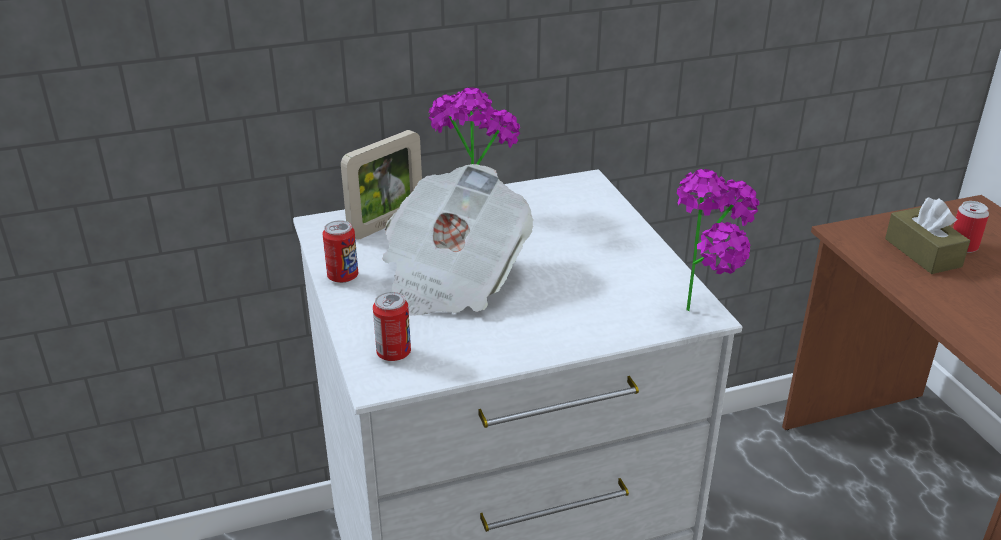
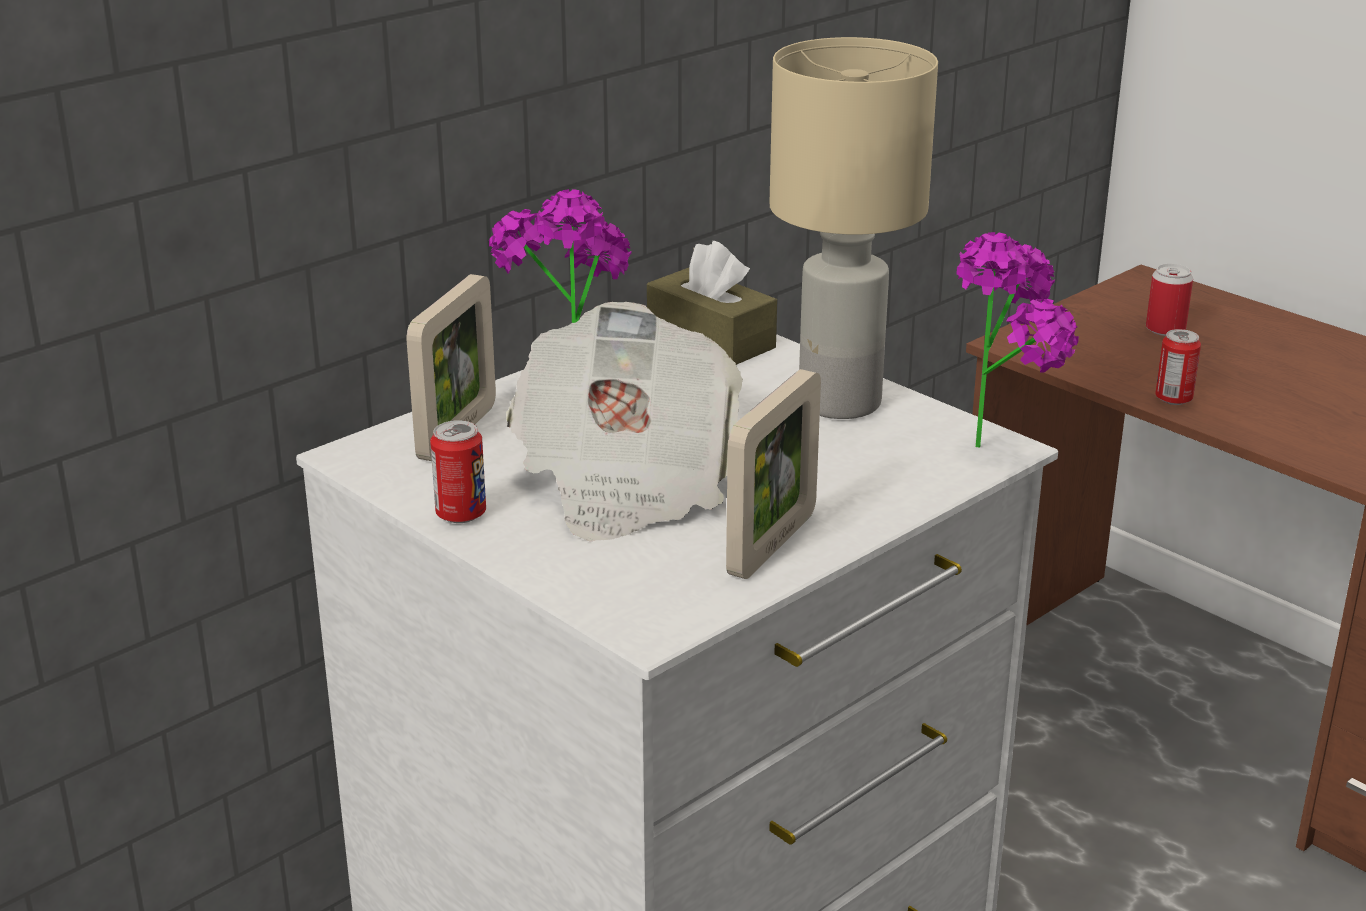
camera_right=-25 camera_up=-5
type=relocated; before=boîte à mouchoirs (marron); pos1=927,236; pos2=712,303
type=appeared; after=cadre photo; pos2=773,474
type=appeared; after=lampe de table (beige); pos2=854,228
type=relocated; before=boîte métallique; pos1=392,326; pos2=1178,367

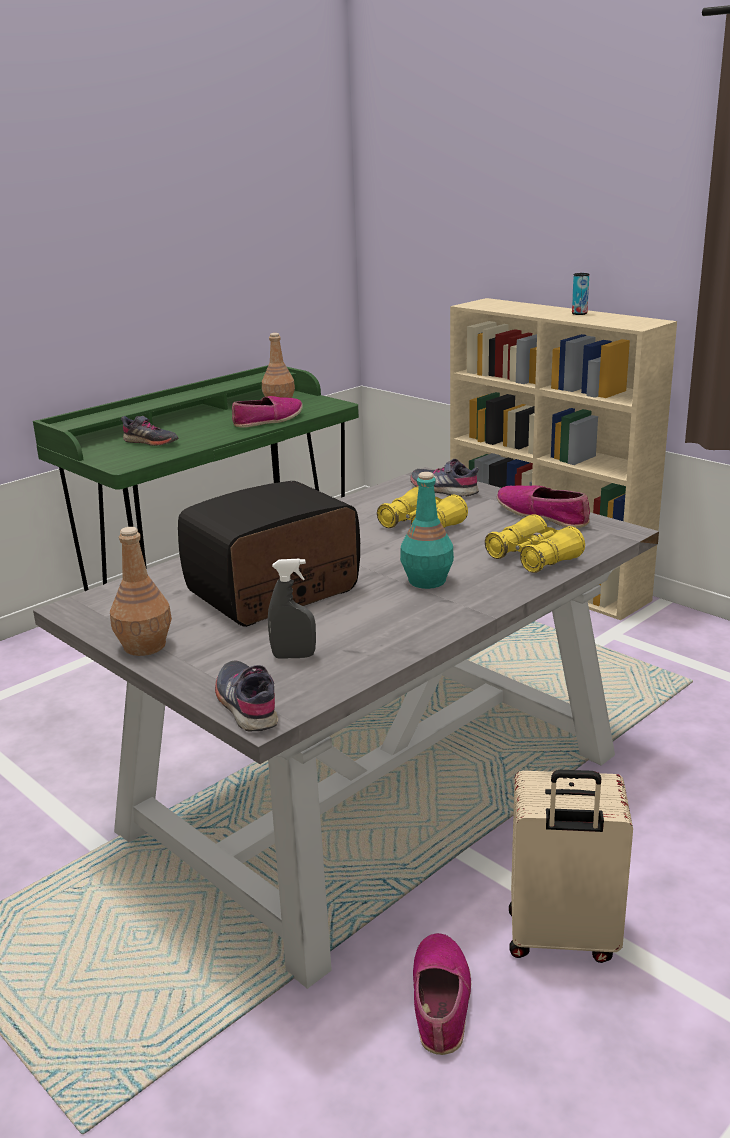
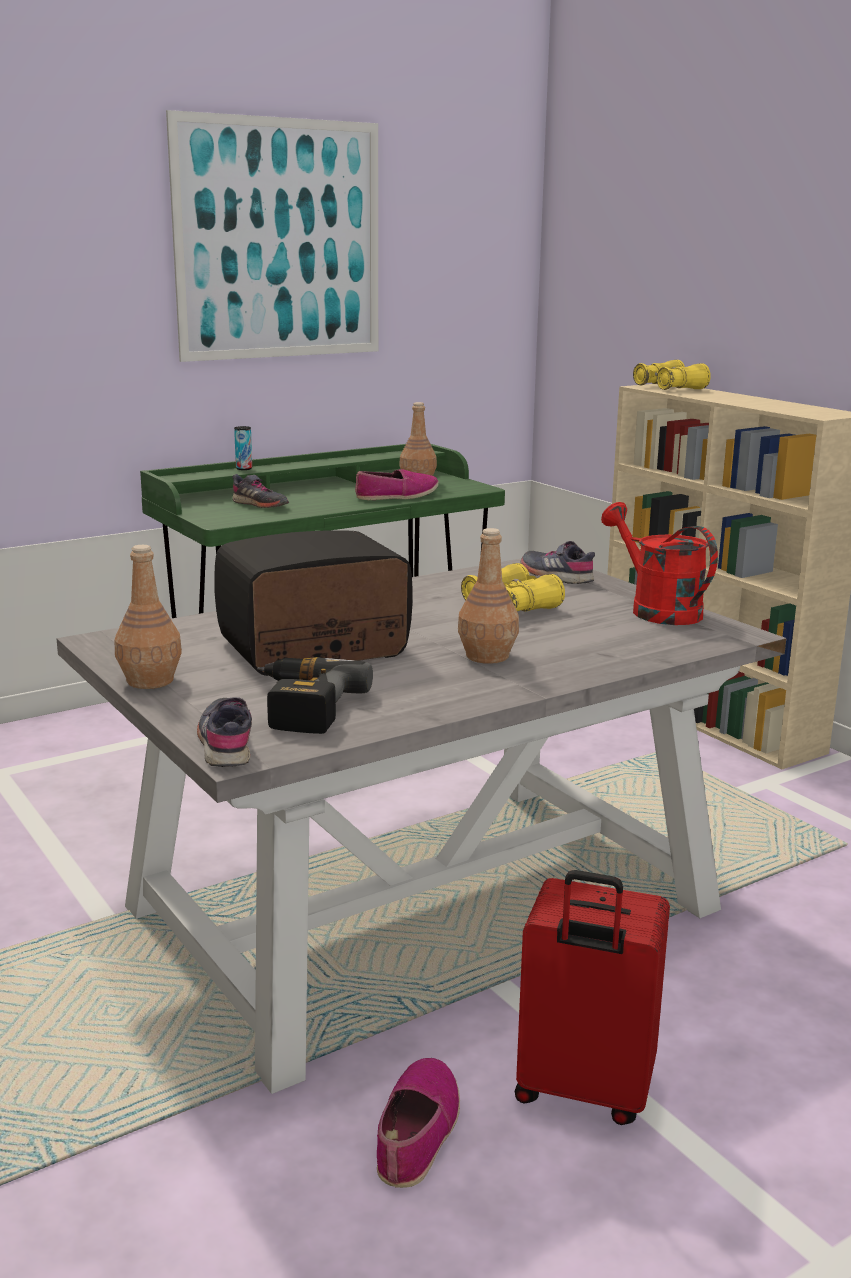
camera_right=10 camera_up=-5
type=appeared; after=tableau; pos2=272,236
type=relocated; before=boîte métallique; pos1=580,294; pos2=243,448
type=exchanged; before=vaporisateur (gris); after=perceuse; pos1=292,609; pos2=315,695
type=colour; before=bouteille (turquoise); after=bouteille (marron); pos1=427,530; pos2=488,596
type=colour; before=valise (beige); after=valise (rouge); pos1=571,866; pos2=592,997
type=exchanged; before=chaussure; after=arrosoir (rouge); pos1=543,506; pos2=659,563
type=relocated; before=jumelles (jaune); pos1=535,543; pos2=672,375

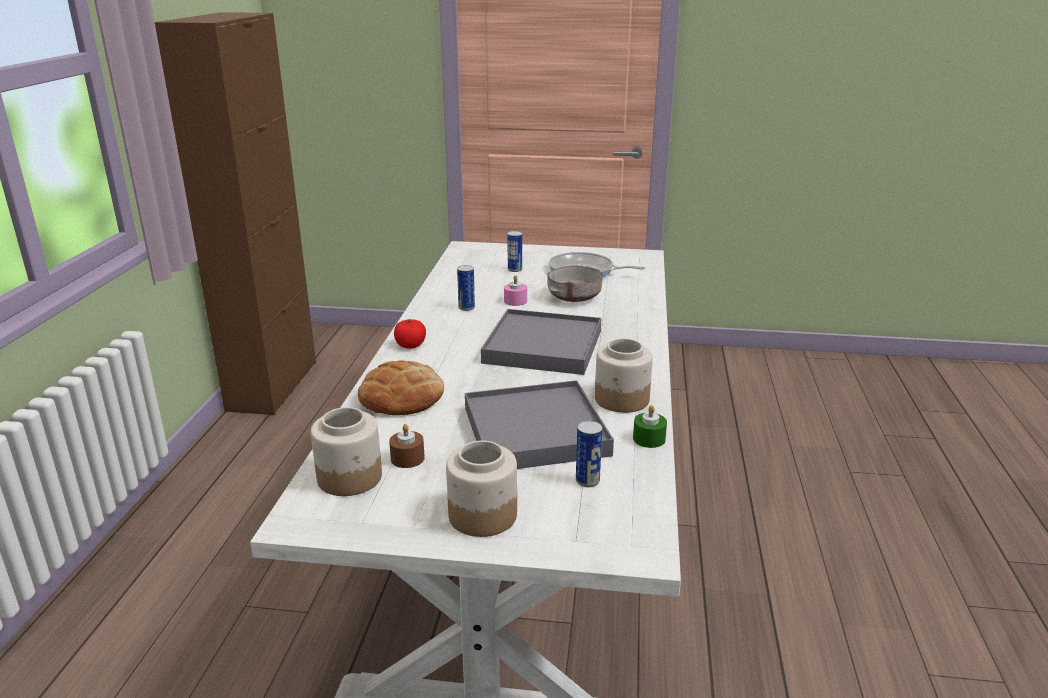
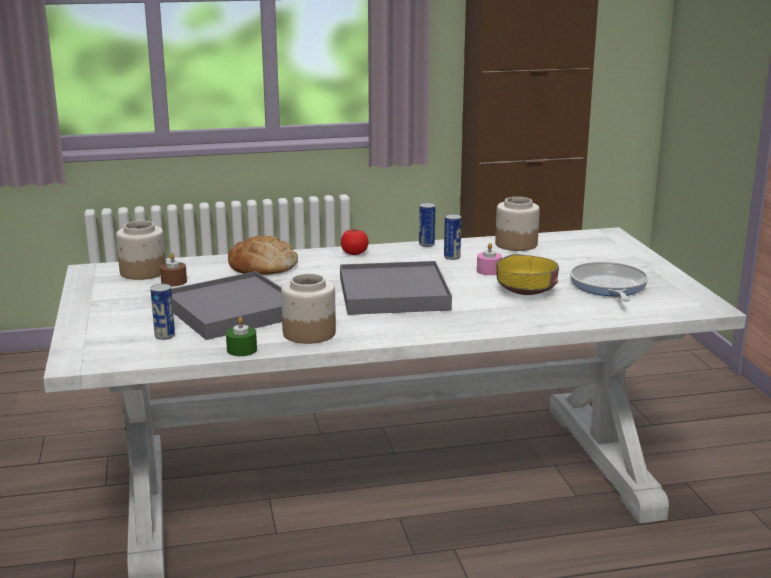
camera_right=70 camera_up=-5
type=relocated; before=boîte métallique; pos1=514,251; pos2=427,225
type=relocated; before=bocal; pos1=481,489; pos2=517,224
type=colour; before=bol (gris); after=bol (jaune); pos1=575,284; pos2=527,274

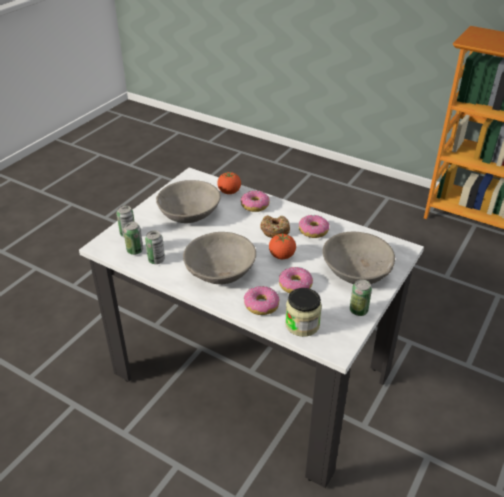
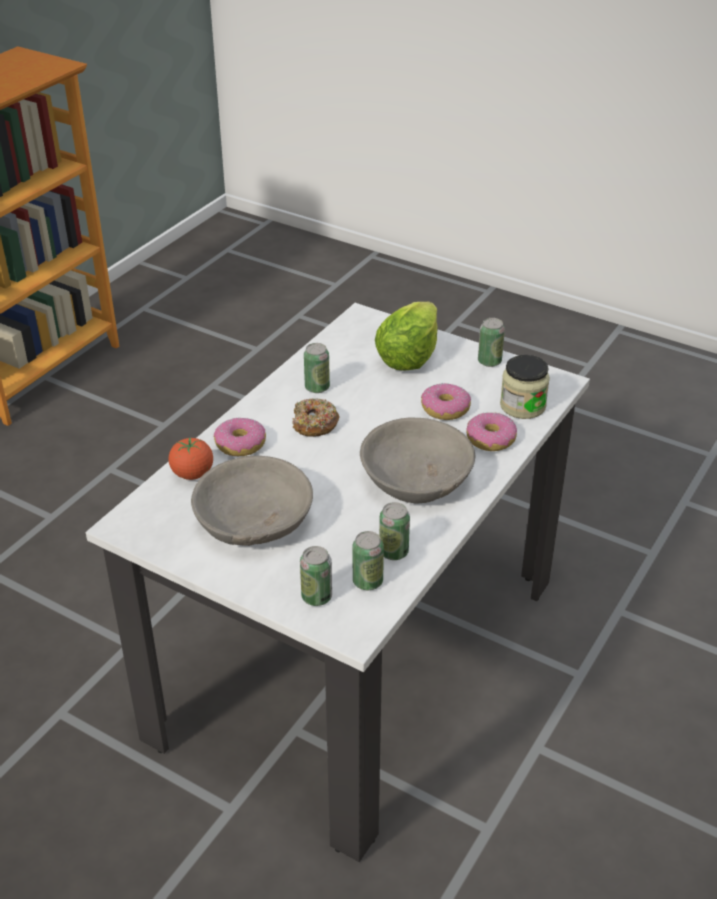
camera_right=-90 camera_up=0
type=exchanged; before=beignet; after=boîte métallique; pos1=314,226; pos2=317,368
type=exchanged; before=bol (gris); after=laitue; pos1=358,258; pos2=406,336
type=missing; before=tomate; pos1=282,246

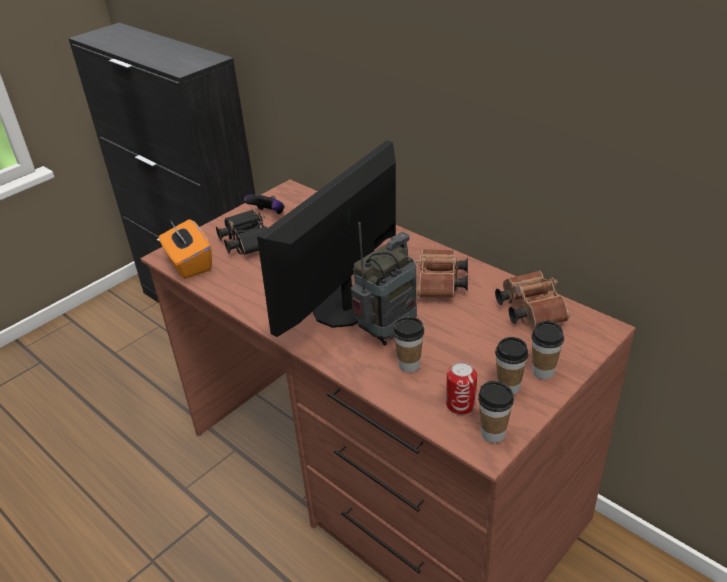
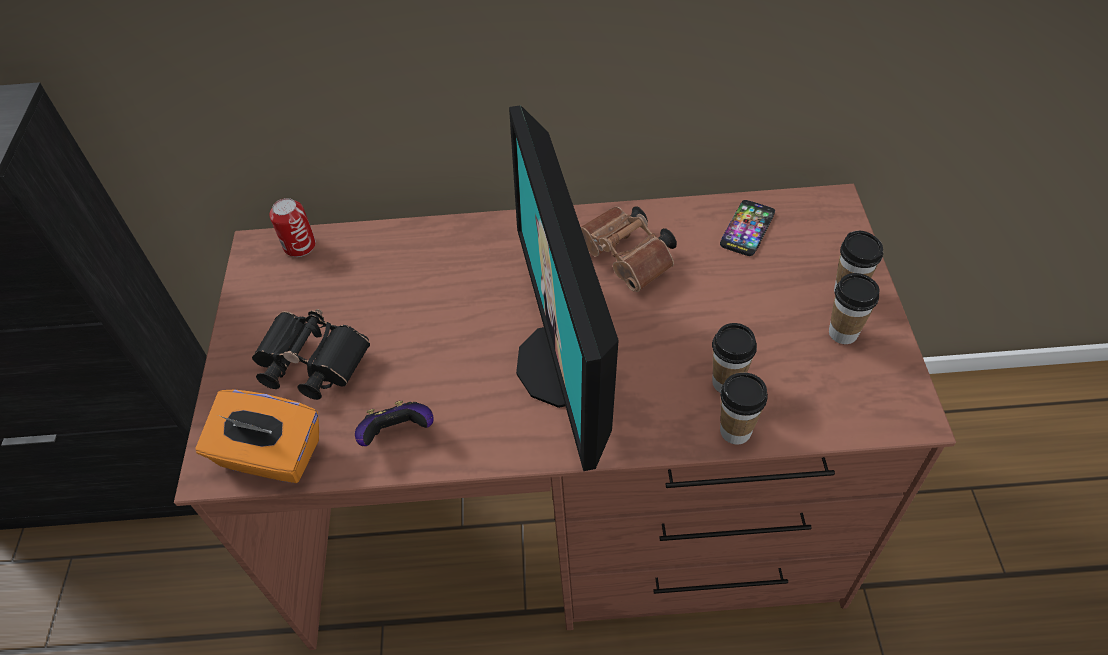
camera_right=-45 camera_up=15
type=relocated; before=boîte métallique; pos1=461,388; pos2=292,227
type=relocated; before=manette; pos1=264,204; pos2=394,423
type=exchanged; before=jumelles (marron); after=téléphone; pos1=532,299; pos2=747,228
type=relocated; before=tasse; pos1=496,412; pos2=744,408
type=missing; before=radio; pos1=384,283

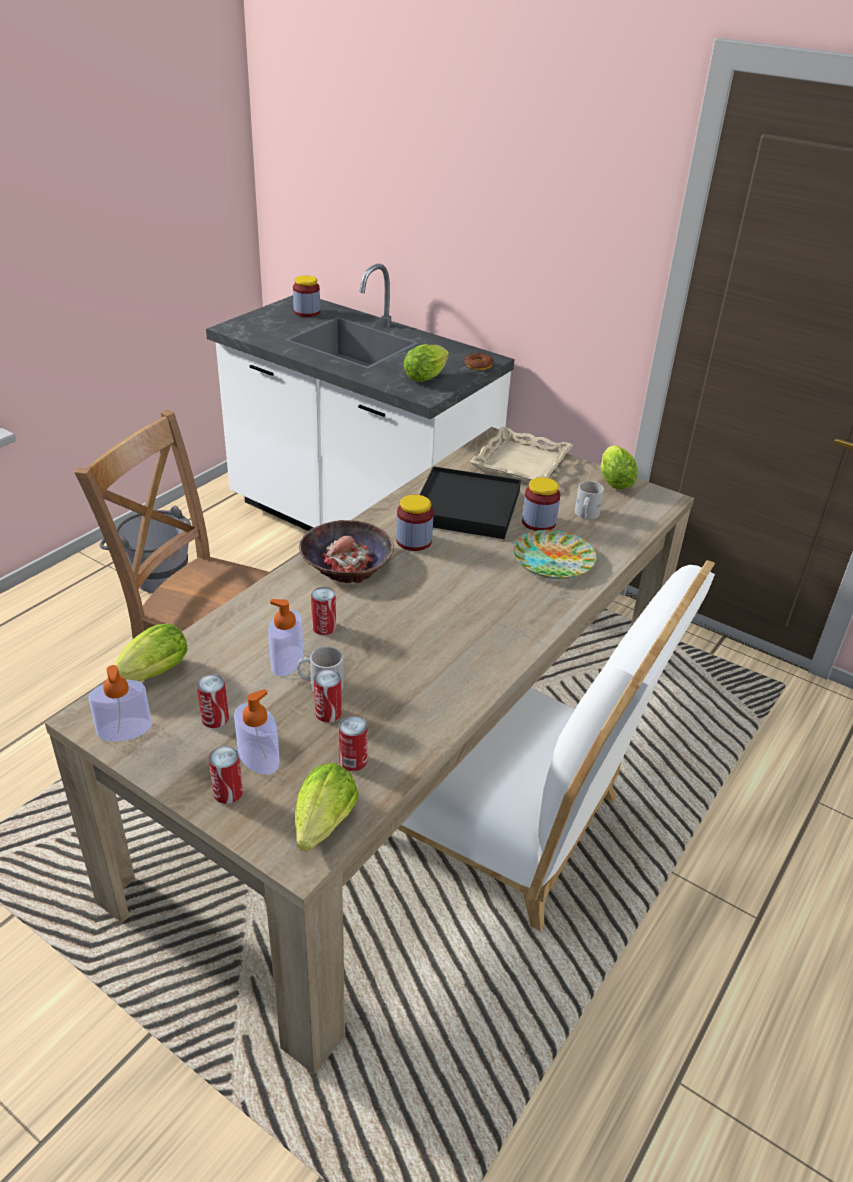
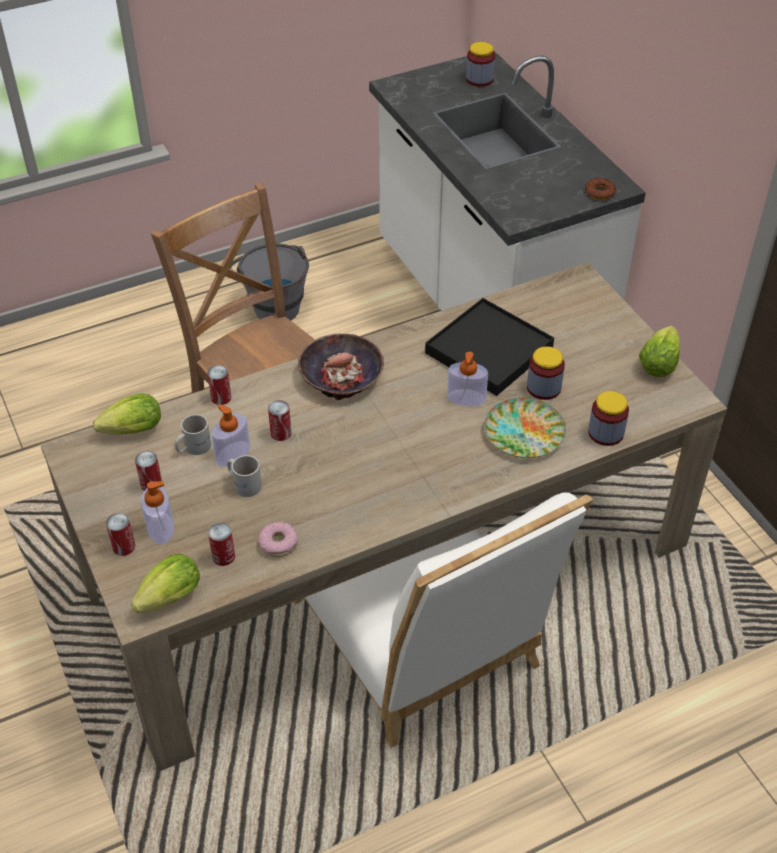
camera_right=30 camera_up=10
type=relocated; before=mug (blanc); pos1=589,500; pos2=193,434
type=relocated; before=boîte métallique; pos1=328,695; pos2=219,385
type=appeared; after=beignet; pos2=278,539
type=relocated; before=distributeur de savon; pos1=120,703; pos2=467,379
type=relocated; before=bocal; pos1=415,523; pos2=608,418
type=missing; before=laitue; pos1=426,363
type=missing; before=plateau (beige); pos1=521,455

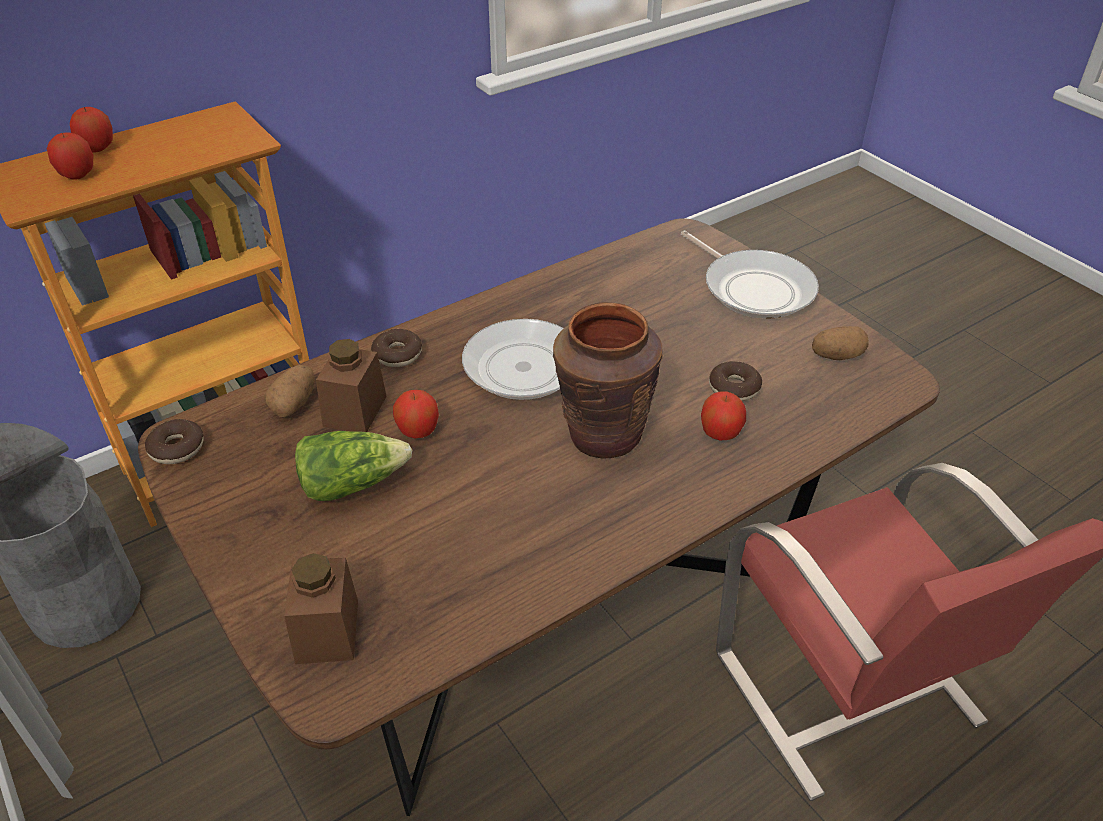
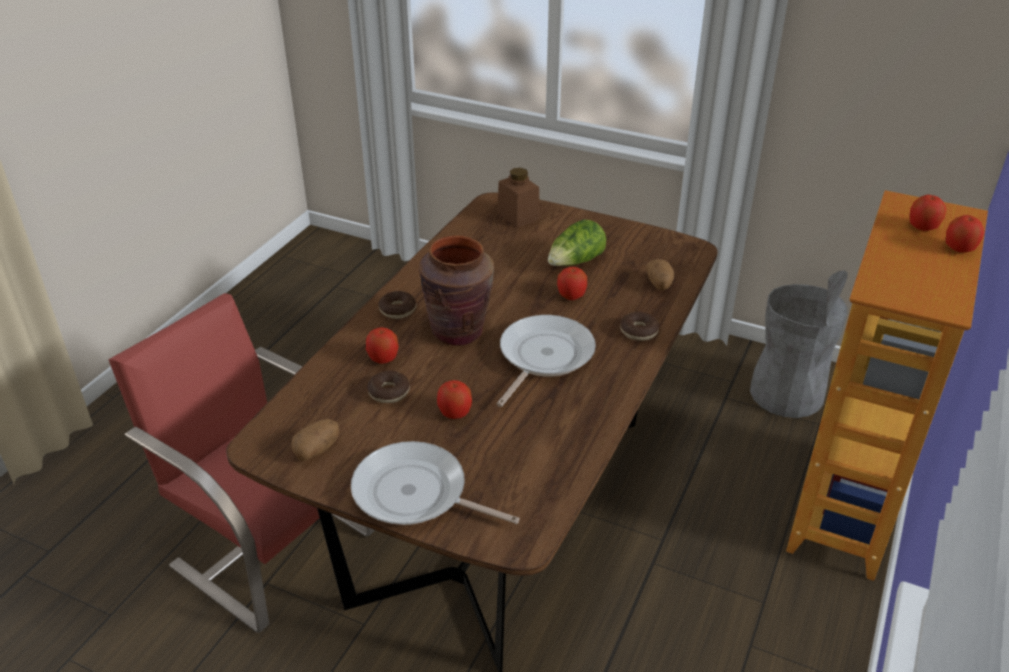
camera_right=150 camera_up=-5
type=relocated; before=beignet; pos1=174,441; pos2=397,305
type=appeared; after=pomme; pos2=454,399
type=missing; before=bocal (marron); pos1=351,385

